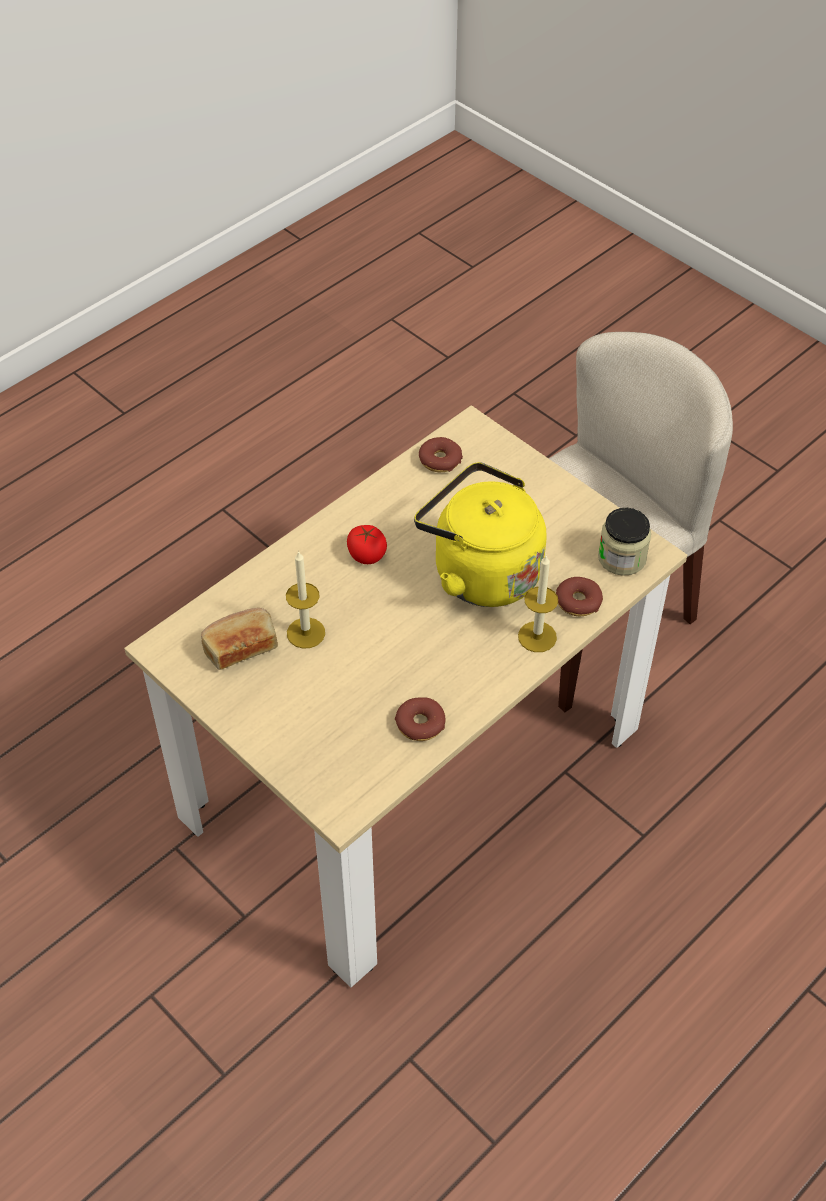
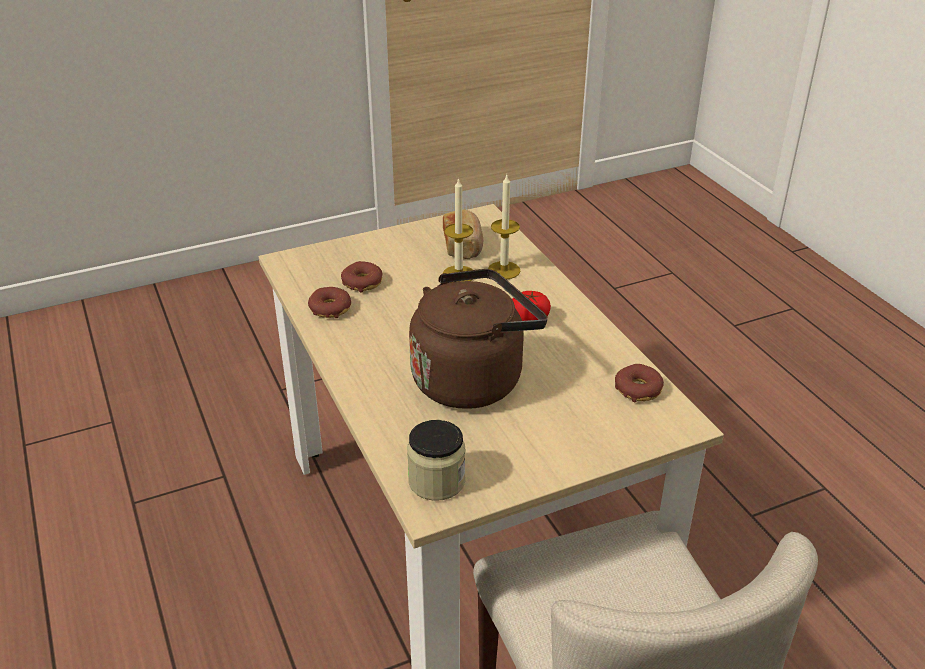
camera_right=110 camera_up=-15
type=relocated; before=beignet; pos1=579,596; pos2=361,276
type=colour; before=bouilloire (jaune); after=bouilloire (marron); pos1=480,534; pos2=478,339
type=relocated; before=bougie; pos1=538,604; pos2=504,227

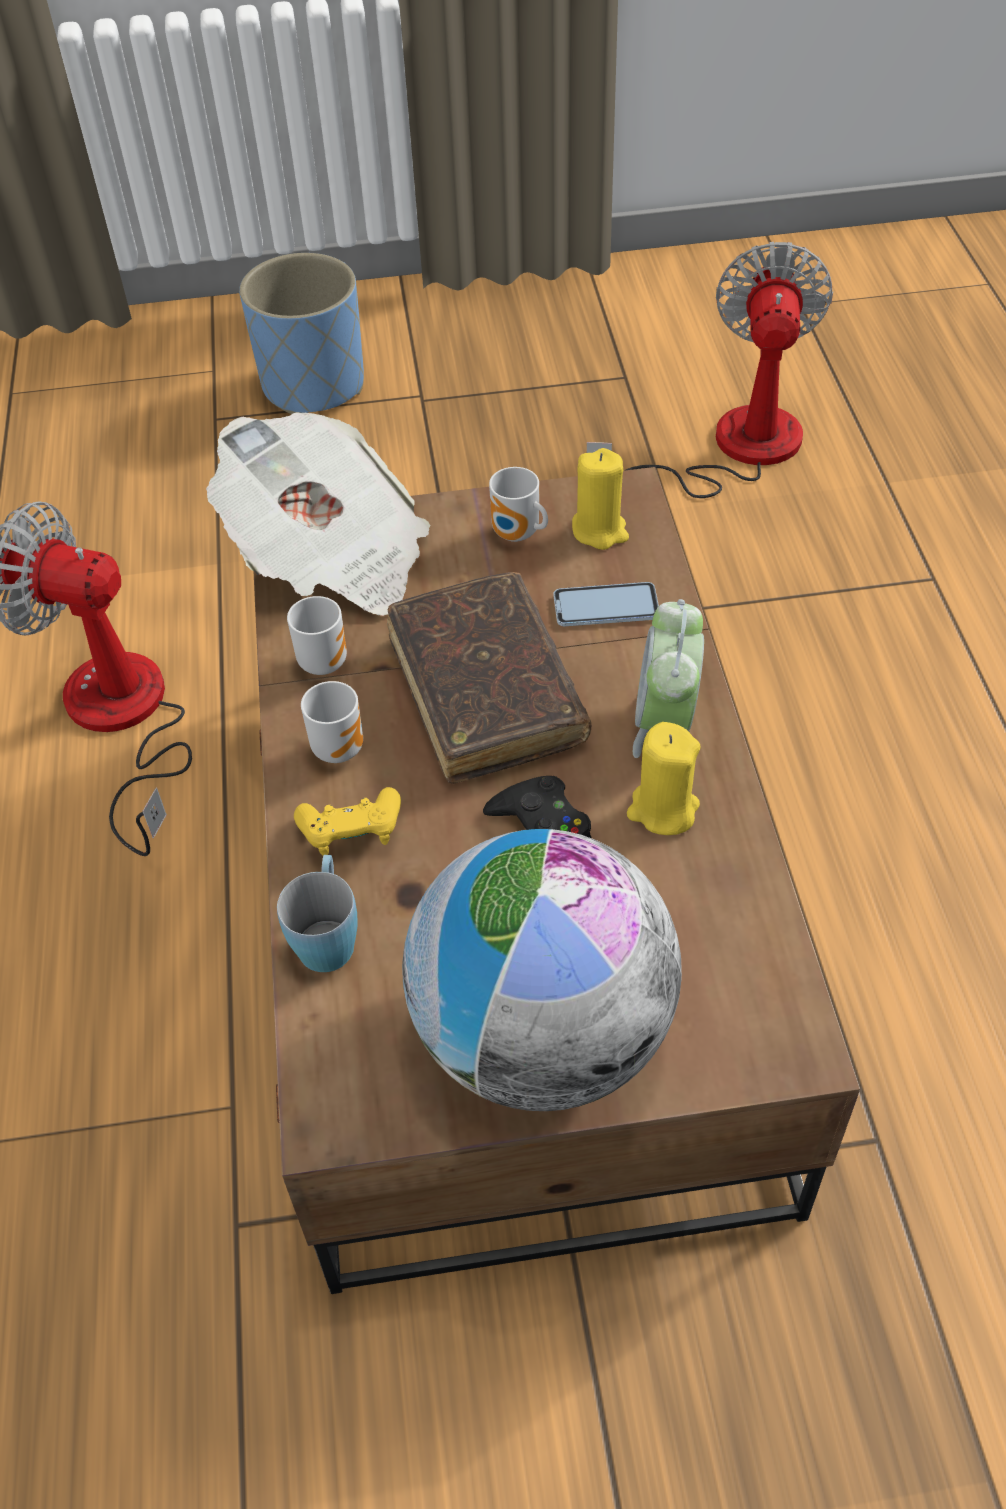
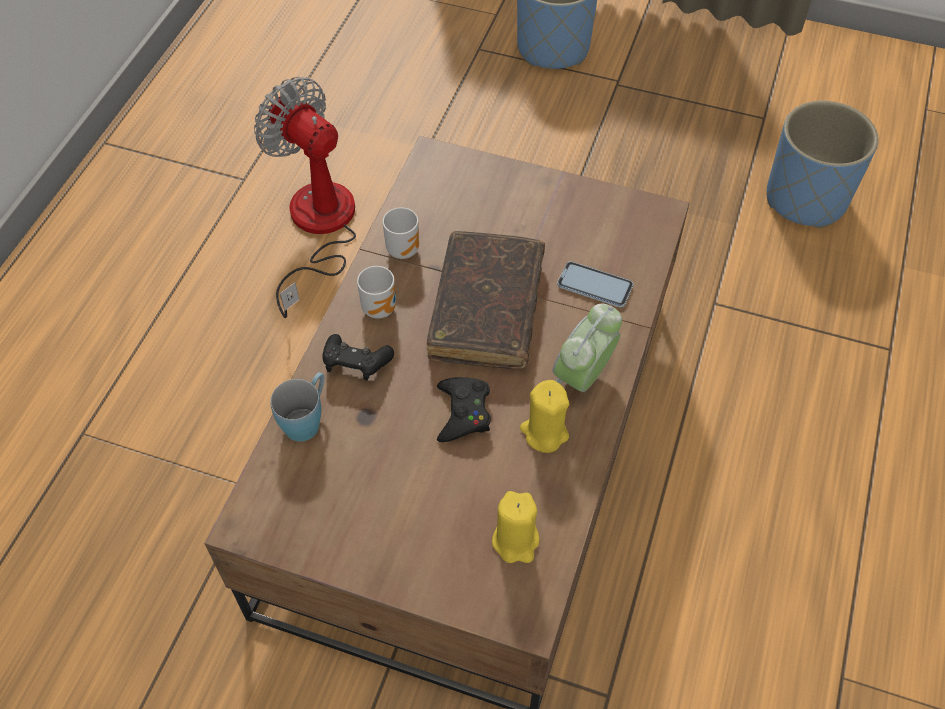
camera_right=25 camera_up=5
type=colour; before=manette (jaune); after=manette (noir); pos1=347,821; pos2=358,357
type=relocated; before=bougie (jaune); pos1=600,499; pos2=516,527
type=exchanged; before=ventilateur; after=cache-pot (bleu); pos1=710,370; pos2=823,164
type=missing; before=journal; pos1=318,514
type=missing; before=globe; pos1=542,970
type=missing; before=mug; pos1=518,504

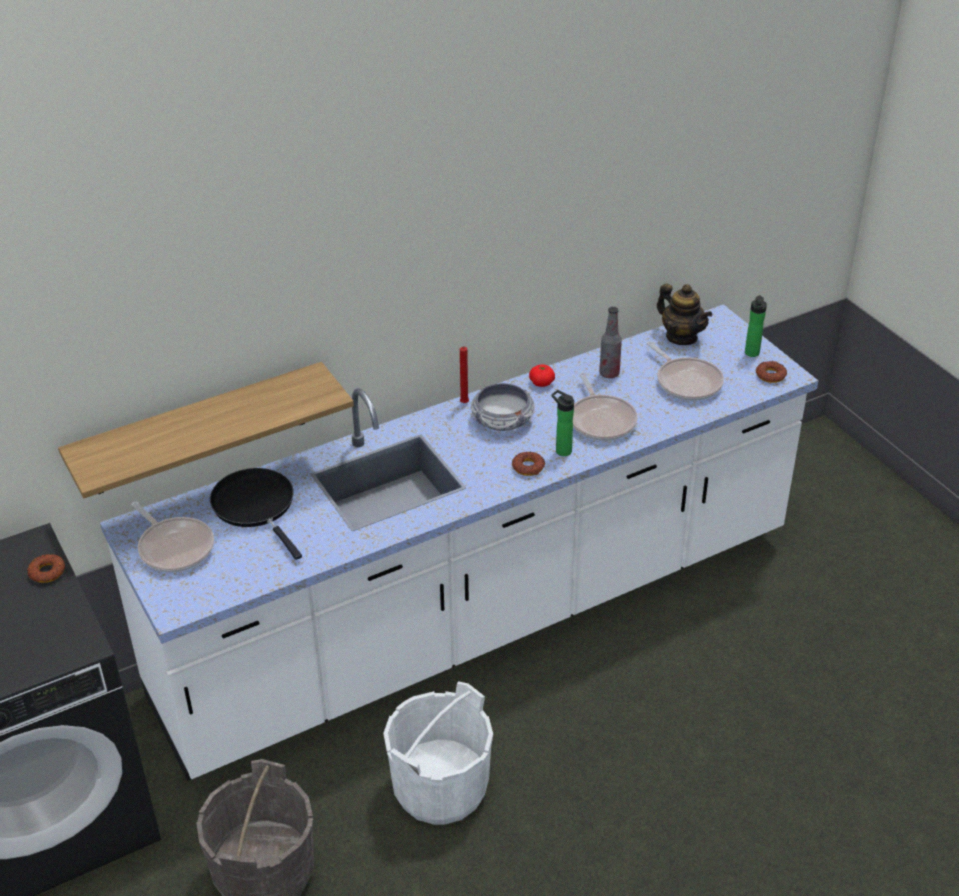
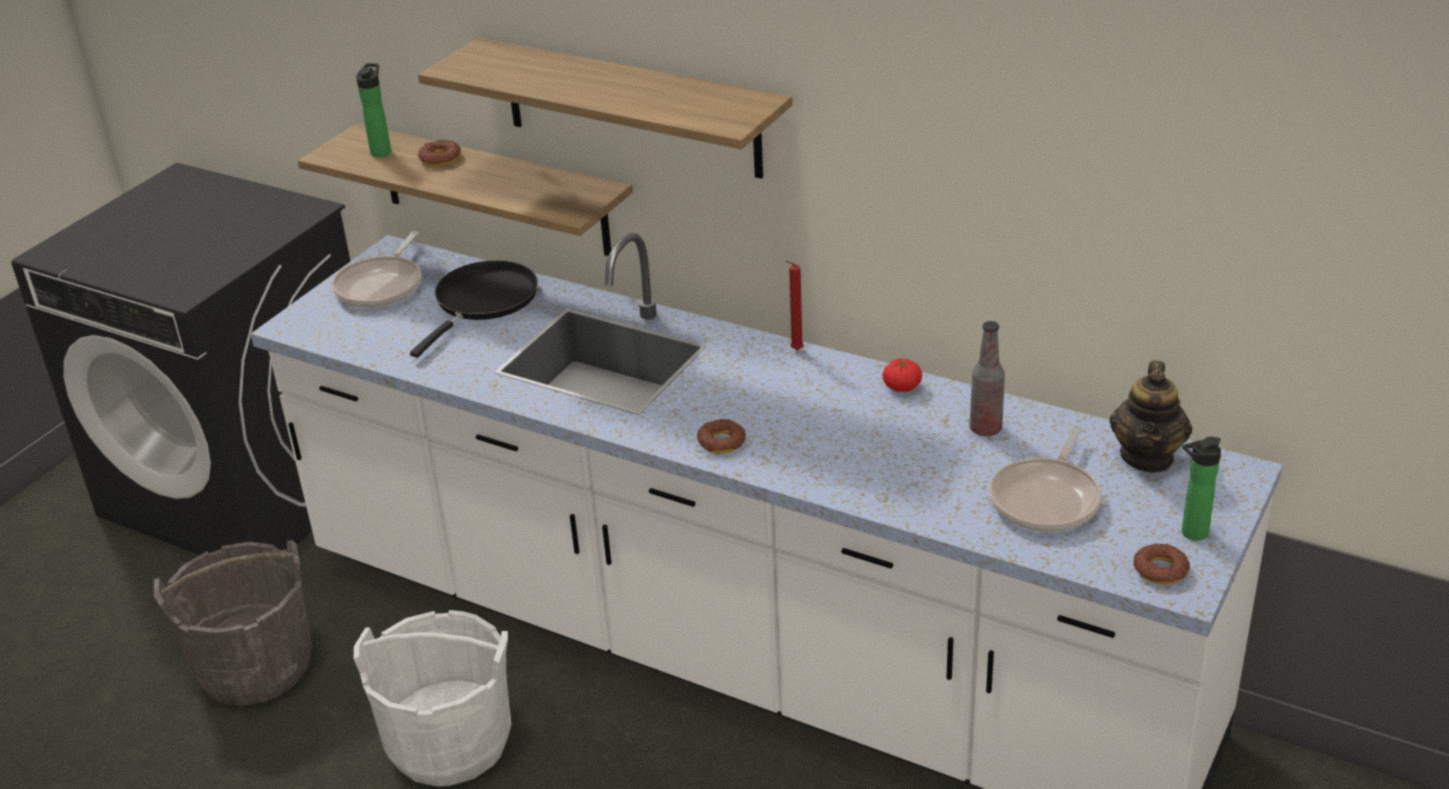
camera_right=60 camera_up=-5
type=relocated; before=bouteille; pos1=563,423; pos2=373,110
type=appeared; after=étagère; pos2=605,108
type=relocated; before=beignet; pos1=46,568; pos2=439,152
type=missing; before=bol; pos1=503,407
type=missing; before=poêle; pos1=605,407

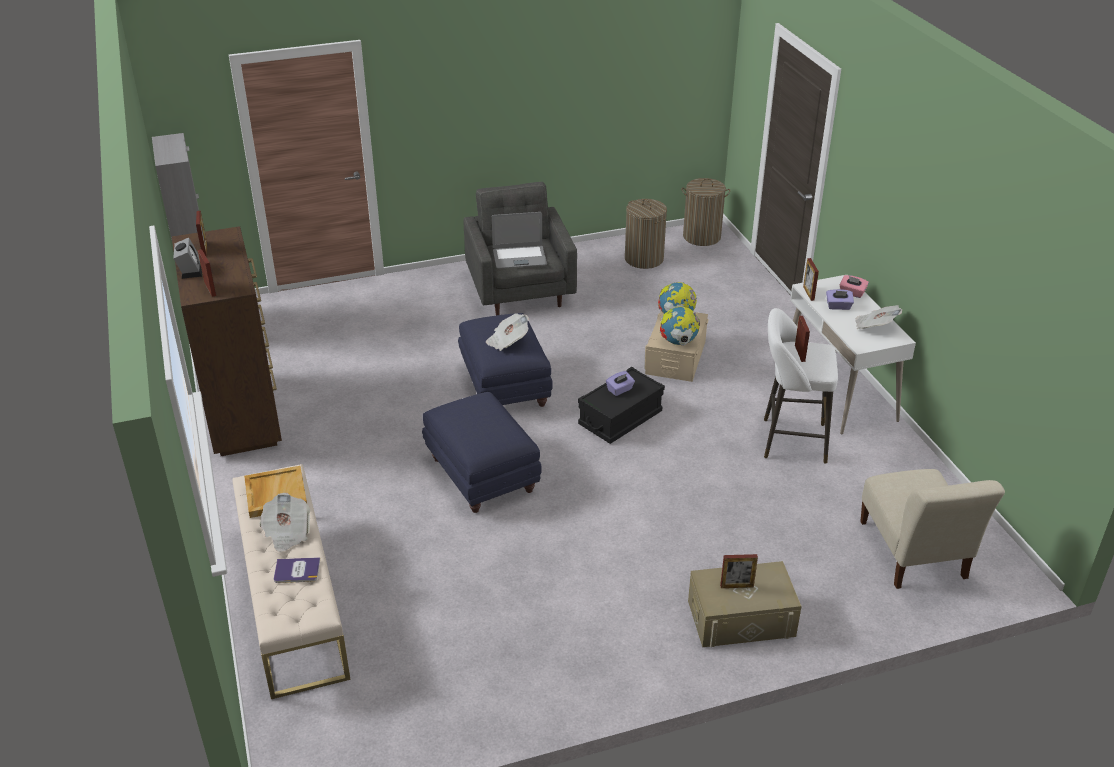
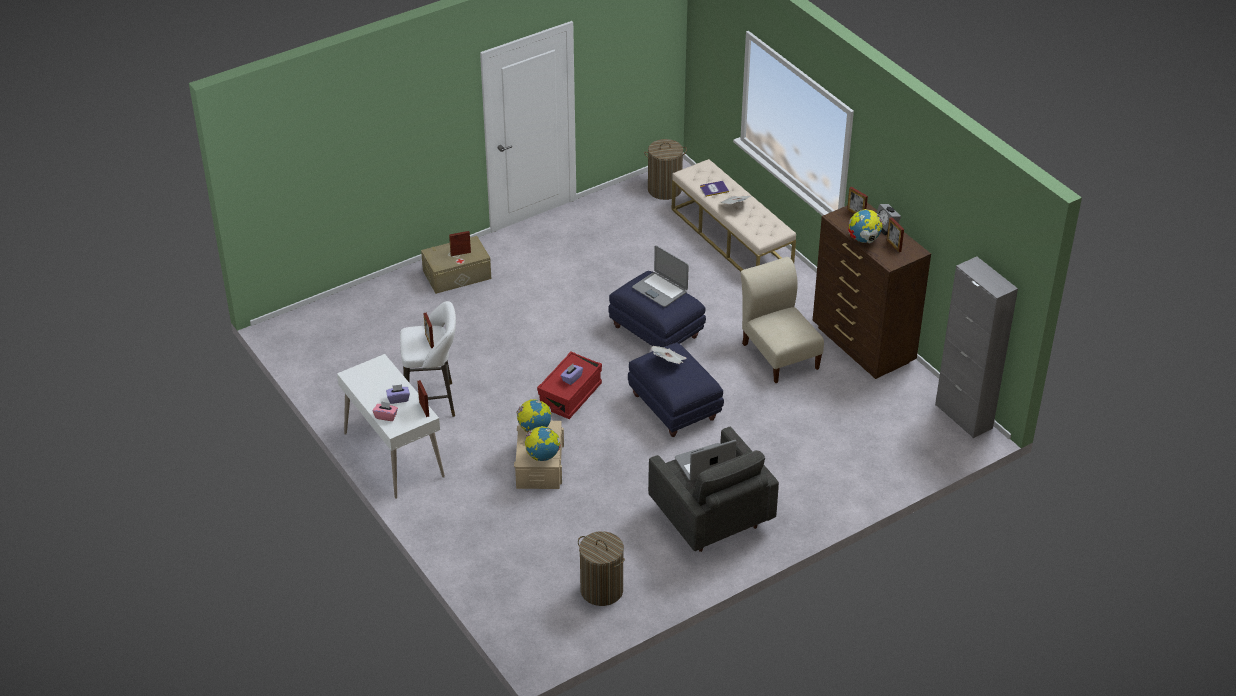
camera_right=165 camera_up=5
type=colour; before=boîte de rangement (noir); after=boîte de rangement (rouge); pos1=621,405; pos2=569,385
type=appeared; after=ordinateur portable; pos2=660,276
type=relocated; before=panier à linge; pos1=705,212; pos2=665,169
type=relocated; before=chaise (beige); pos1=932,529; pos2=782,320
type=appeared; after=globe; pos2=865,226
type=missing; before=plateau (beige); pos1=275,492
type=missing; before=journal; pos1=878,317

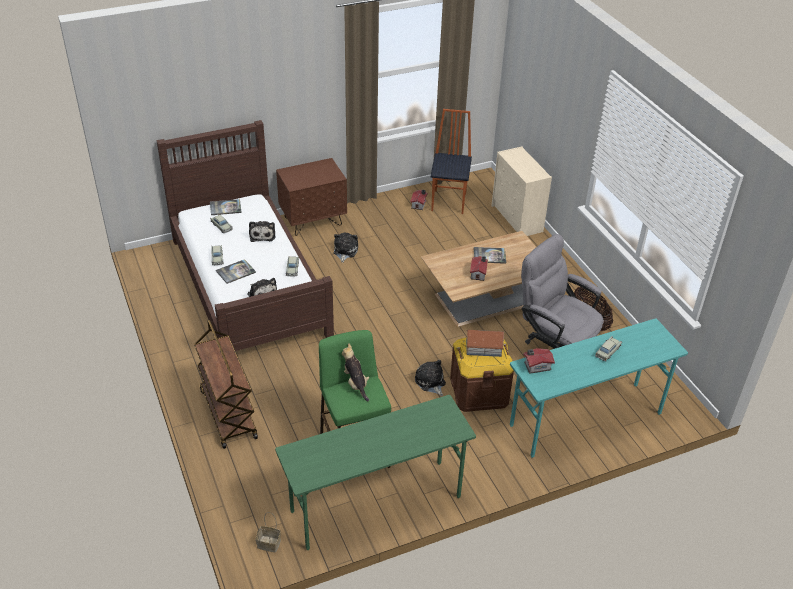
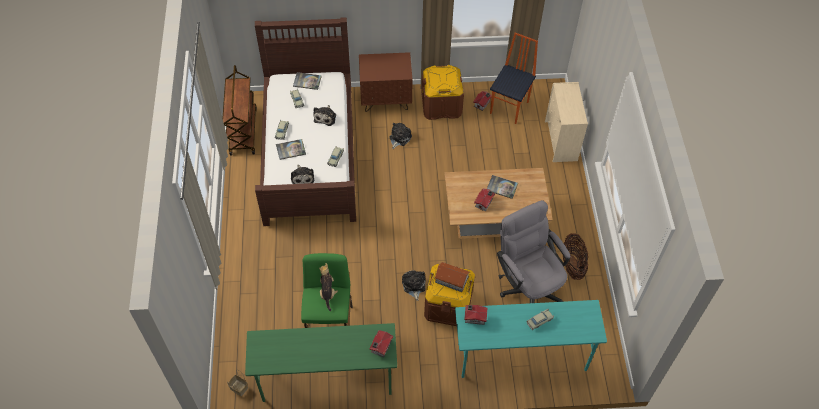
camera_right=20 camera_up=15
type=relocated; before=chariot (marron); pos1=226,384; pos2=240,110
type=appeared; after=maison miniature; pos2=381,344
type=appeared; after=boîte de rangement (marron); pos2=442,92

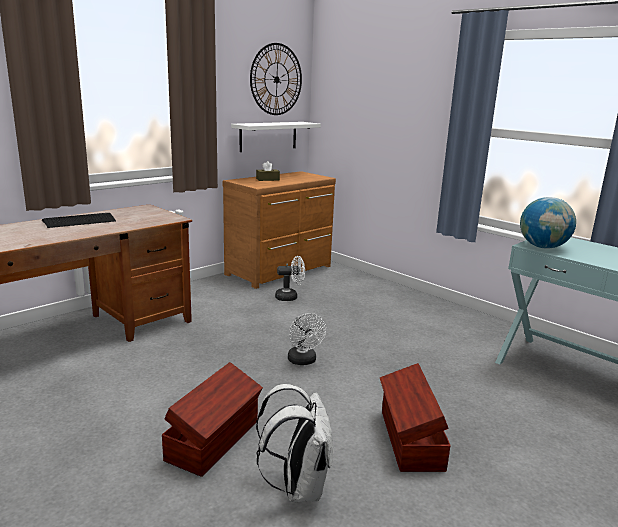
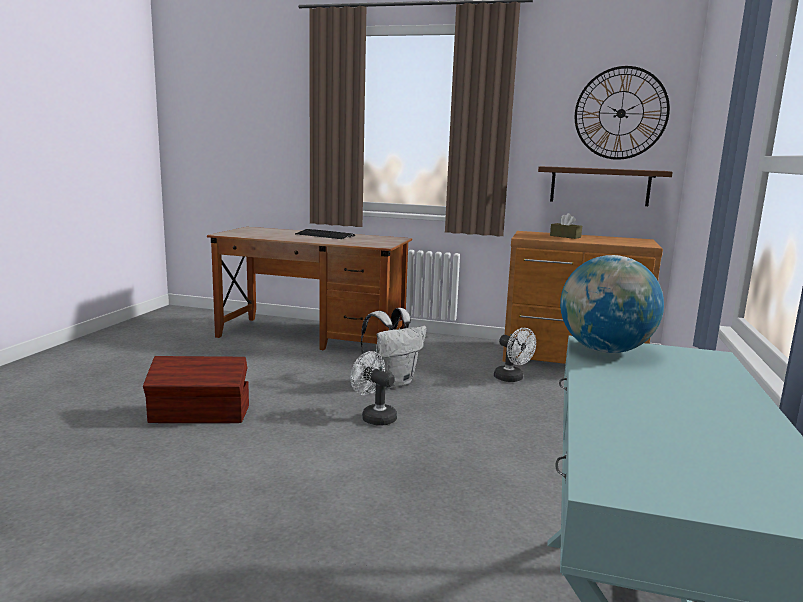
camera_right=60 camera_up=-5
type=spun; before=ventilateur (blanc); pos1=307,339; pos2=373,388; turn=90
type=relocated; before=sac à dos (blanc); pos1=294,443; pos2=393,348
type=colour; before=étagère (blanc); after=étagère (marron); pos1=276,137; pos2=605,186
type=missing; before=boîte de rangement (marron); pos1=415,417

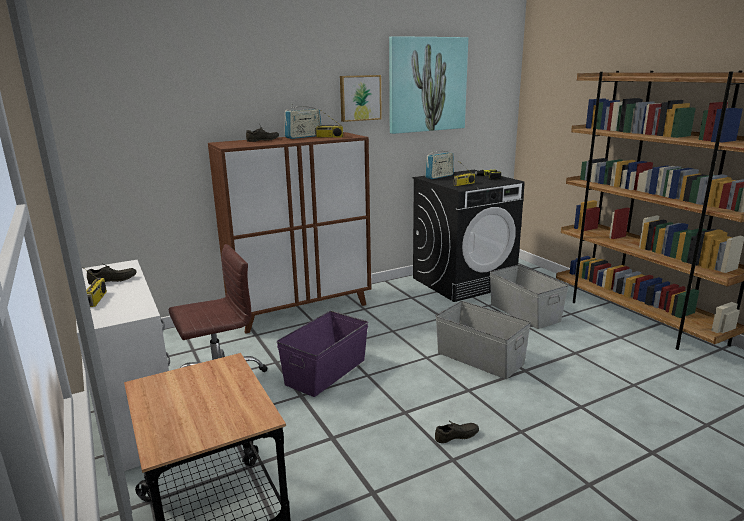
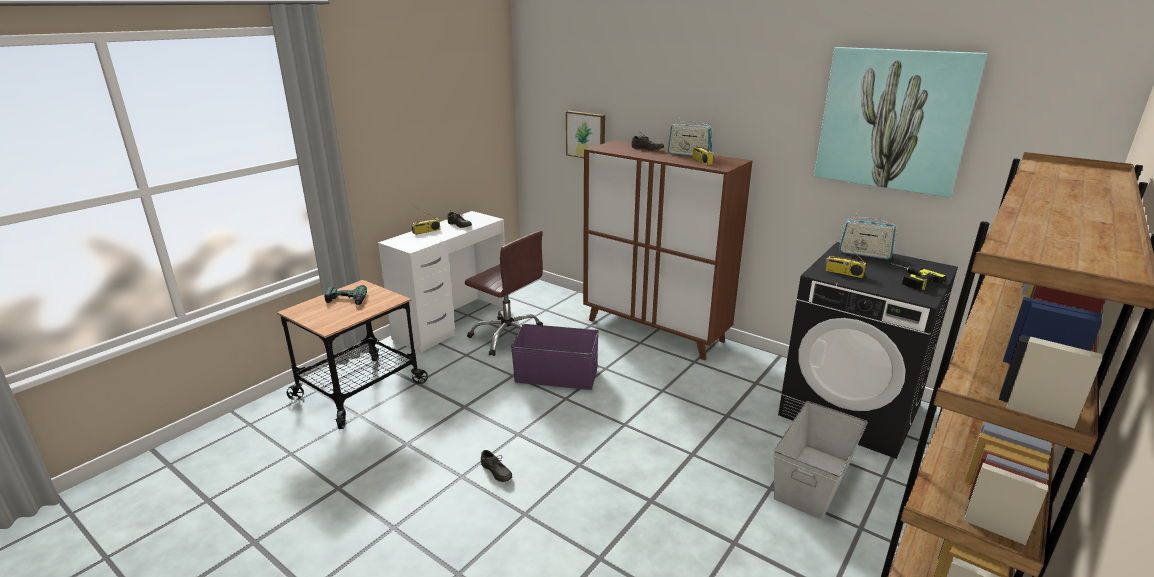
camera_right=65 camera_up=5
type=appeared; after=perceuse; pos2=345,296
type=relocated; before=tableau; pos1=361,98; pos2=585,134
type=missing; before=boîte de rangement (gris); pos1=483,340

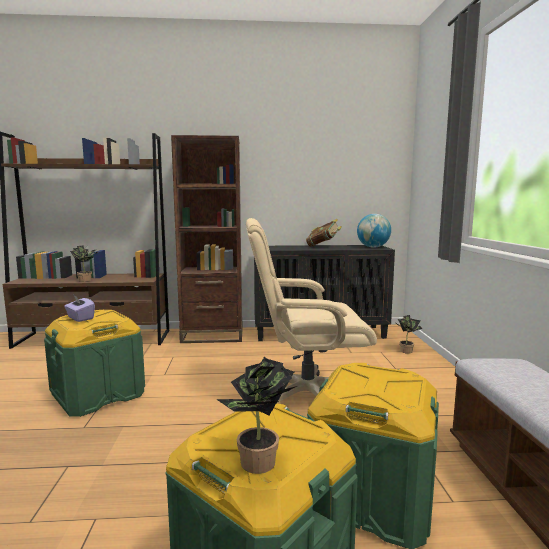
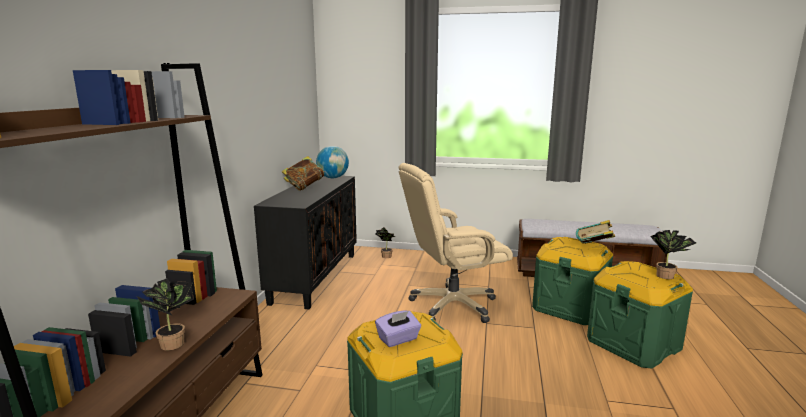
camera_right=-75 camera_up=5
type=spun; before=chaise de bureau (beige); pos1=311,311; pos2=456,243; turn=60
type=appeared; after=livre; pos2=595,232
type=missing; before=bibliothèque (marron); pos1=206,239

